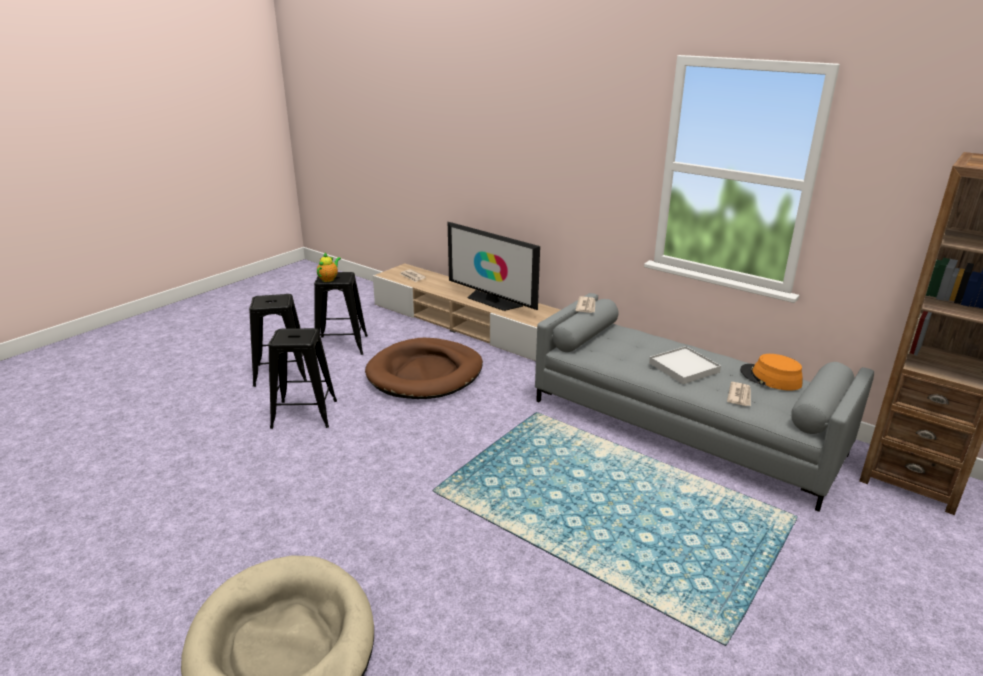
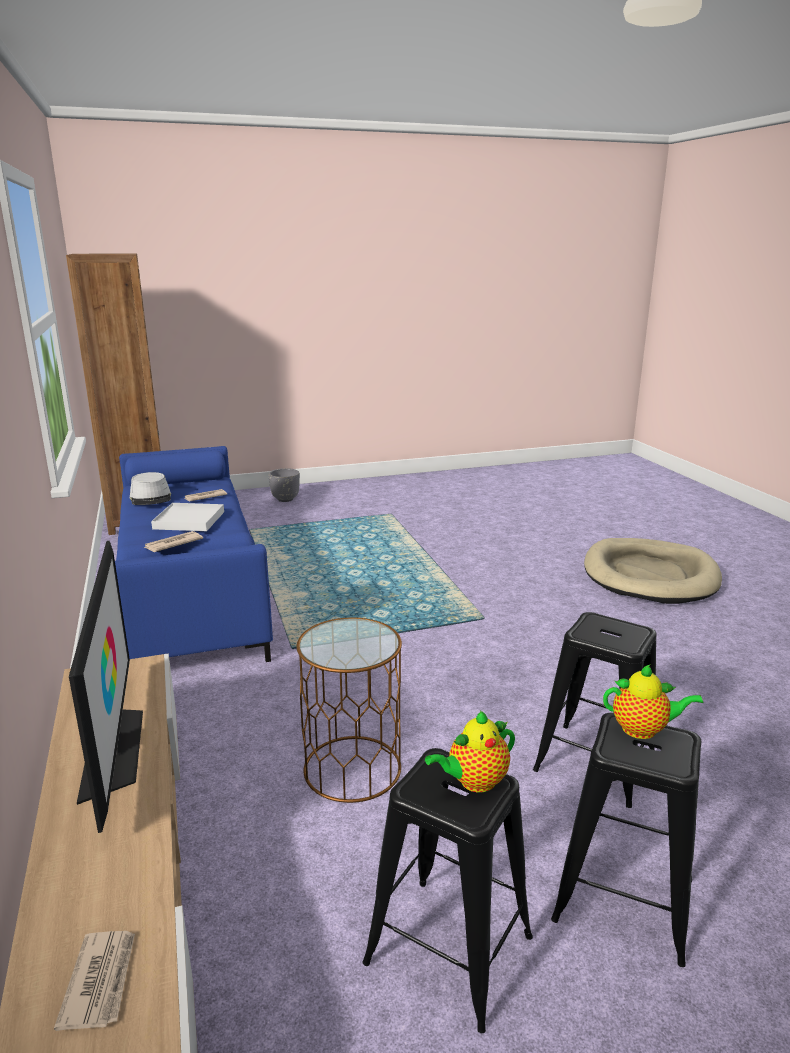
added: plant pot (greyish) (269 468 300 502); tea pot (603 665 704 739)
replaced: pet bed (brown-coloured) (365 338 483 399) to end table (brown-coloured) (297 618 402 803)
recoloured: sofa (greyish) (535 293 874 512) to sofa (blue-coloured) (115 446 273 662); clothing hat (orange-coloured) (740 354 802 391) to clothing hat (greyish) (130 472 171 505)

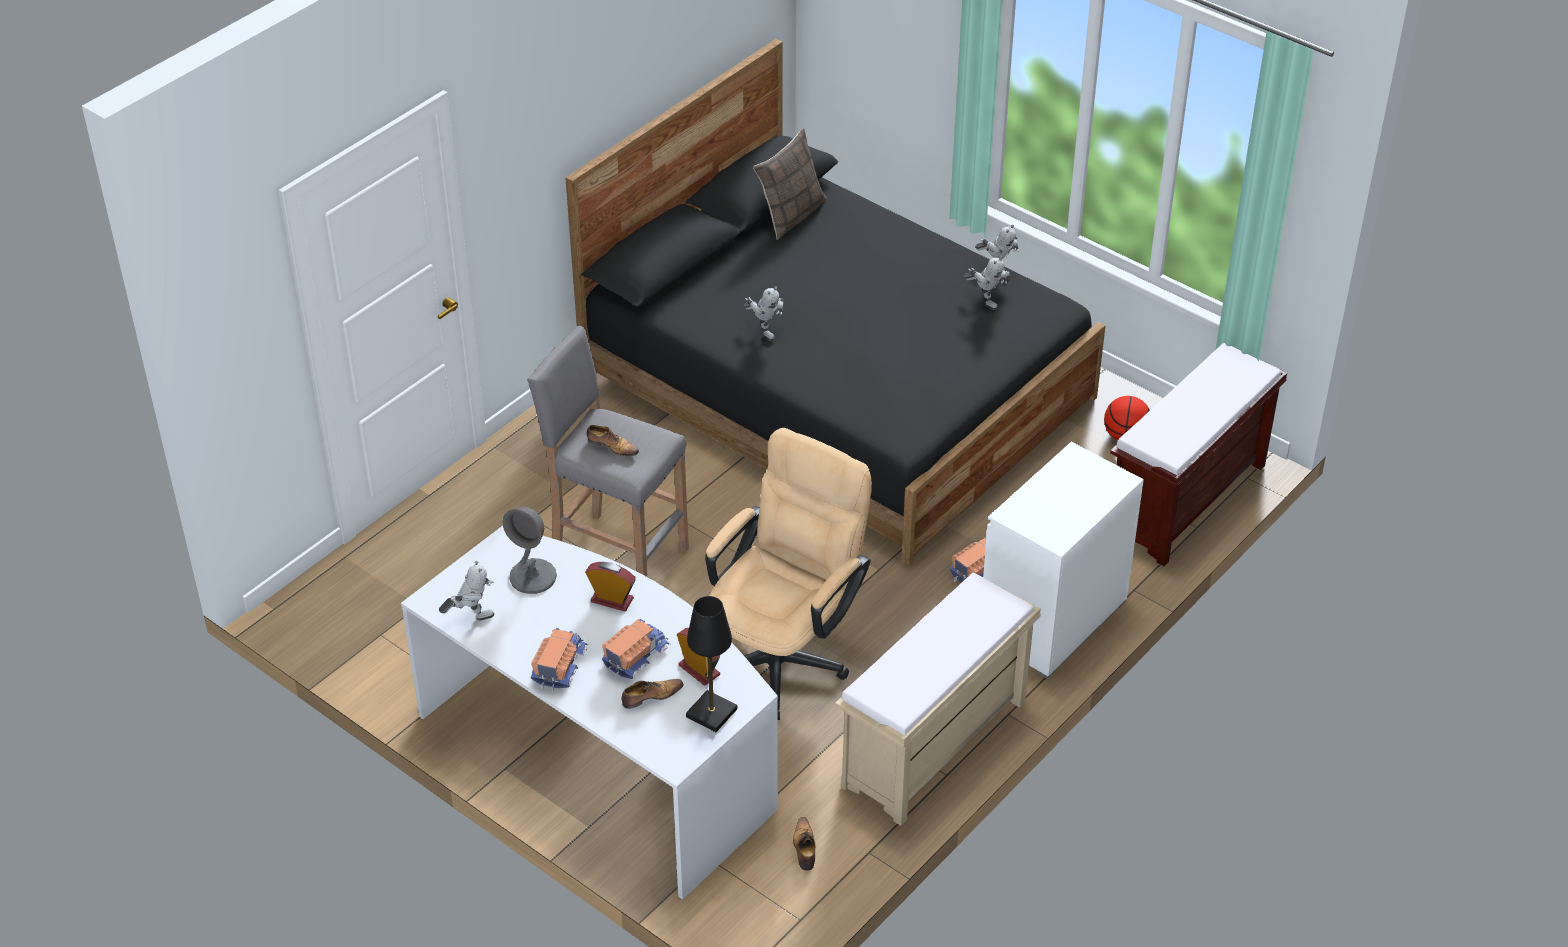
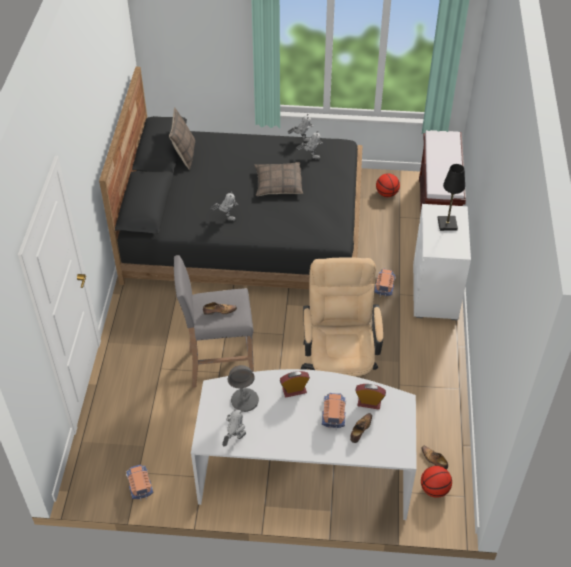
removed: bench (sand-coloured) (835 573 1041 826)
added: pillow (255 162 303 196); basketball ball (421 466 452 498)
moved: toy lorry (531 628 589 692) to (126 465 154 500); lamp for a table (black-coloured) (686 596 737 732) to (438 164 465 231)

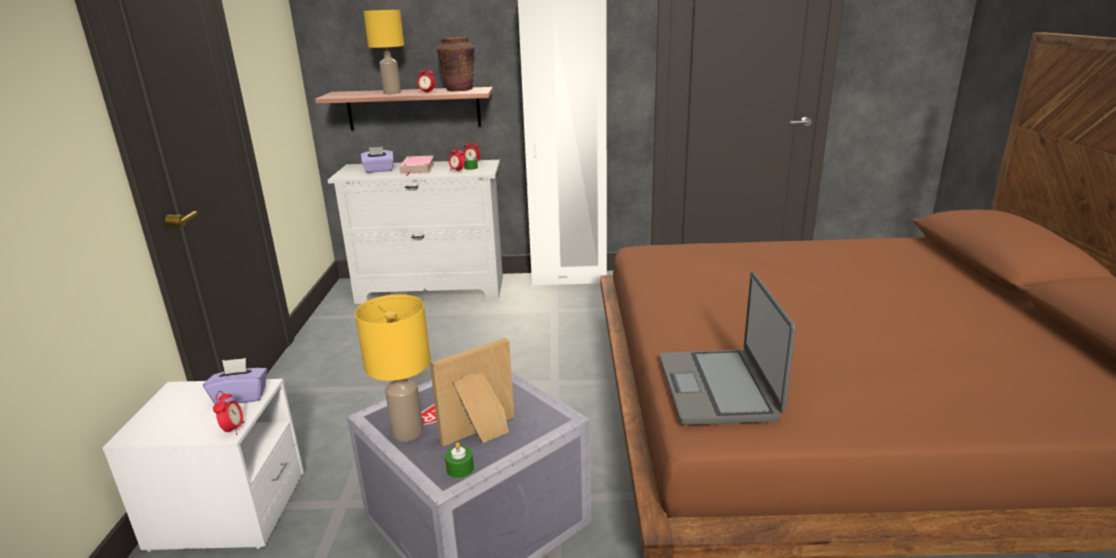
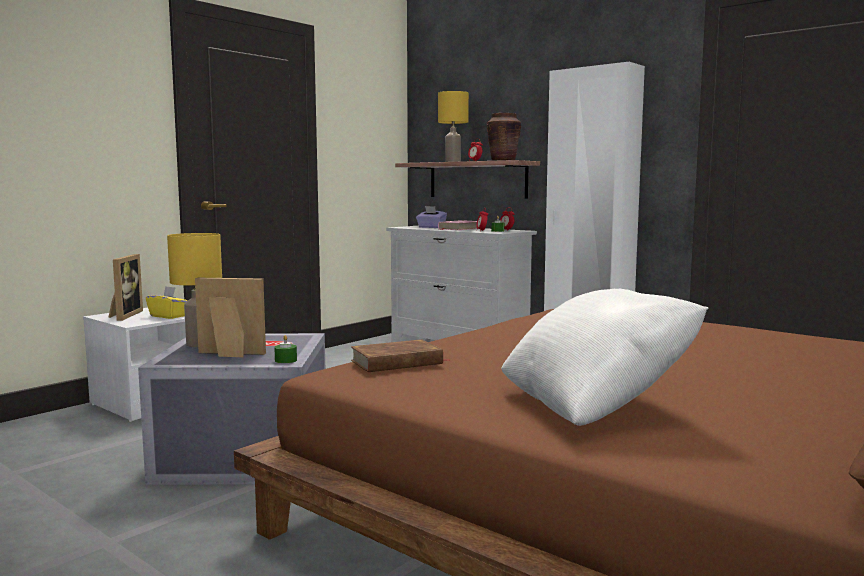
removed: alarm clock (213 391 244 435)
added: photo frame (108 254 143 321); pillow (whitish) (501 289 708 426)
moved: wax candle (green-coloured) (445 442 474 478) to (274 335 297 363)
replaced: laptop (660 271 796 425) to book (brown-coloured) (351 339 450 372)
recoloured: tissue holder (purple) (203 358 267 404) to tissue holder (yellow) (146 286 188 319)

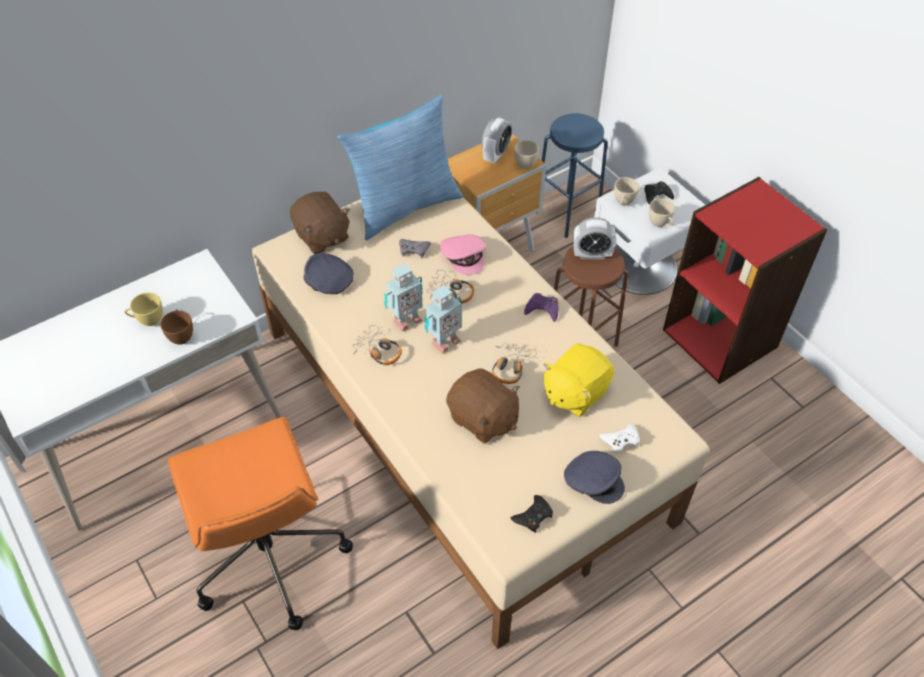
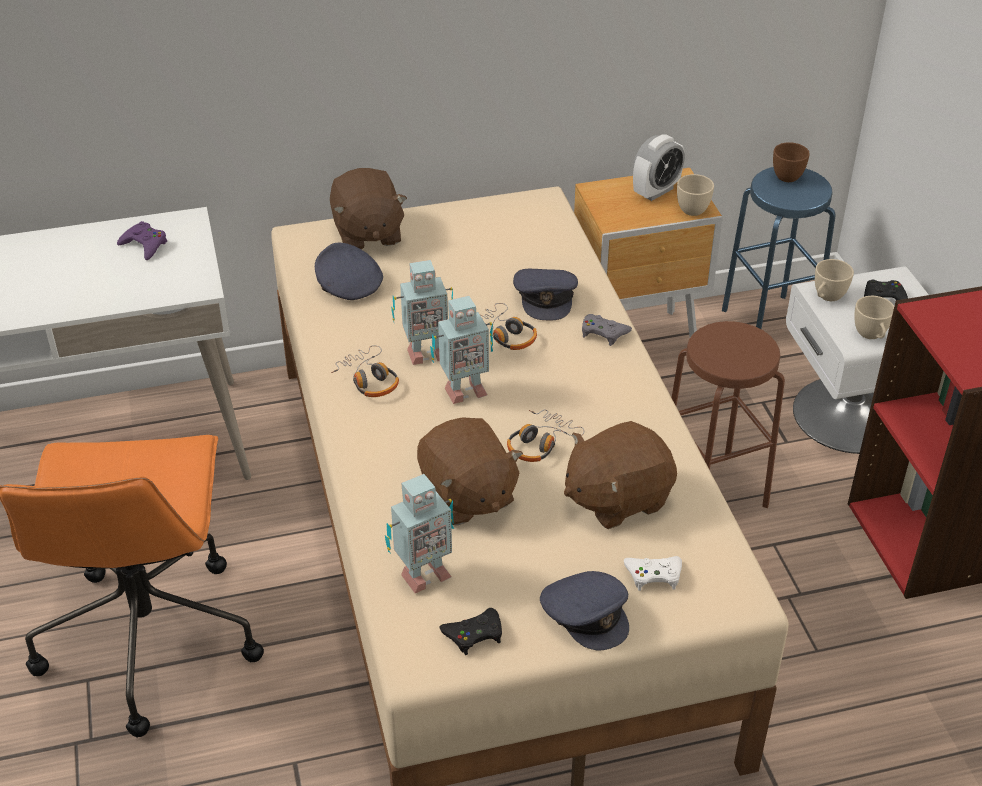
removed: drinking cup (yellow) (124 292 163 326); pillow (338 95 463 240); alarm clock (573 217 616 259)
added: toy robot (385 474 454 593)
moved: drinking cup (brown-coloured) (160 309 193 345) to (773 142 810 182); joypad (greyish) (399 239 431 259) to (582 314 632 346); joypad (purple) (524 293 558 322) to (117 221 167 260)
recoloured: baseball cap (pinkish) (440 234 486 275) to baseball cap (greyish) (513 269 578 320); cuddly toy (yellow) (543 343 614 417) to cuddly toy (brown-coloured) (564 421 677 529)

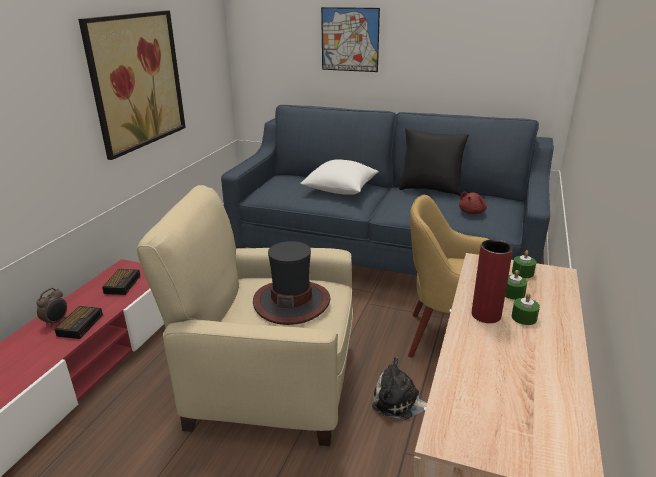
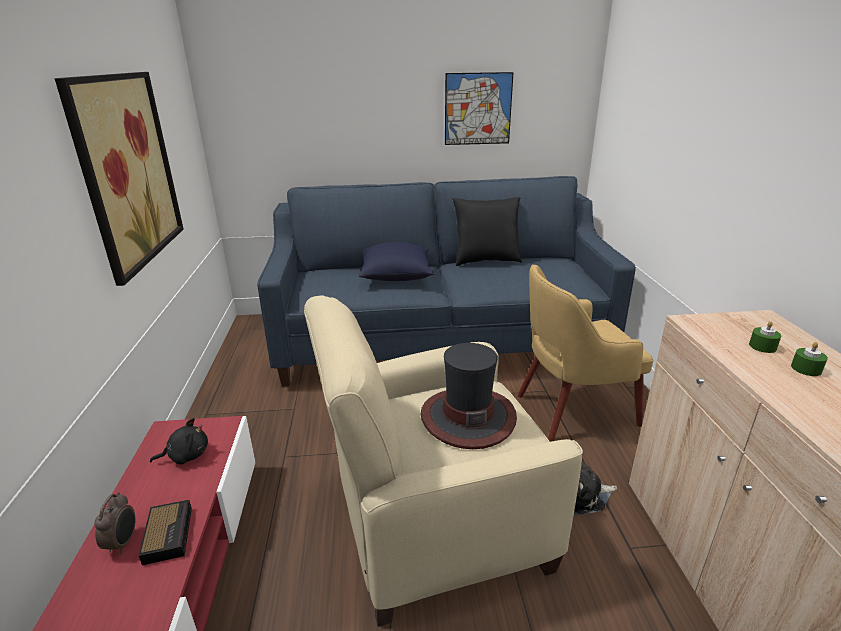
removed: cuddly toy (reddish) (459 191 487 214); decorative vase (reddish) (472 239 513 323); wax candle (green-coloured) (512 250 536 278)
moved: wall art (321 7 380 72) to (445 72 514 145)
replaced: alarm clock (102 269 140 295) to cuddly toy (black-coloured) (150 418 208 465)
recoloured: pillow (whitish) (300 159 379 195) to pillow (blue-coloured) (359 242 434 281)

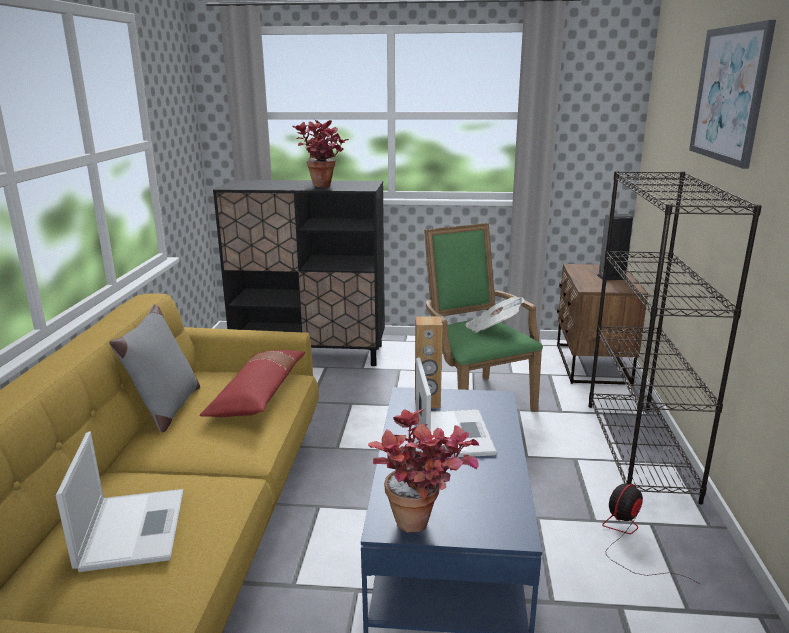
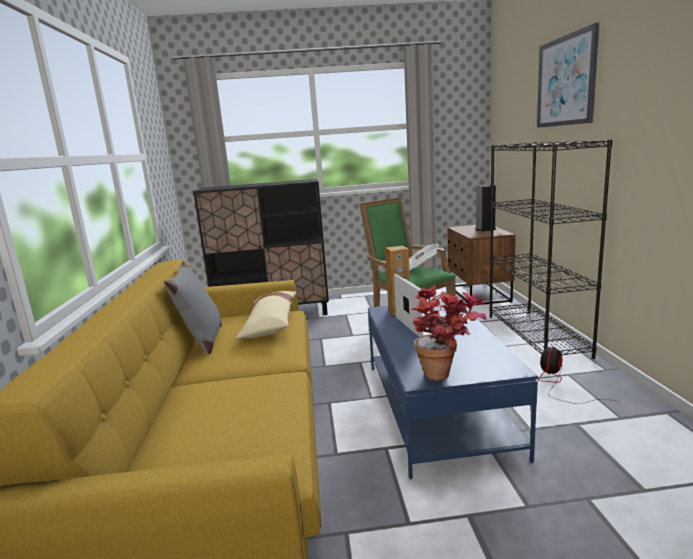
removed: laptop (56 431 183 572); plant in a pot (292 120 349 187)
recoloured: pillow (reddish) (200 350 305 417) to pillow (sand-coloured) (236 291 297 338)

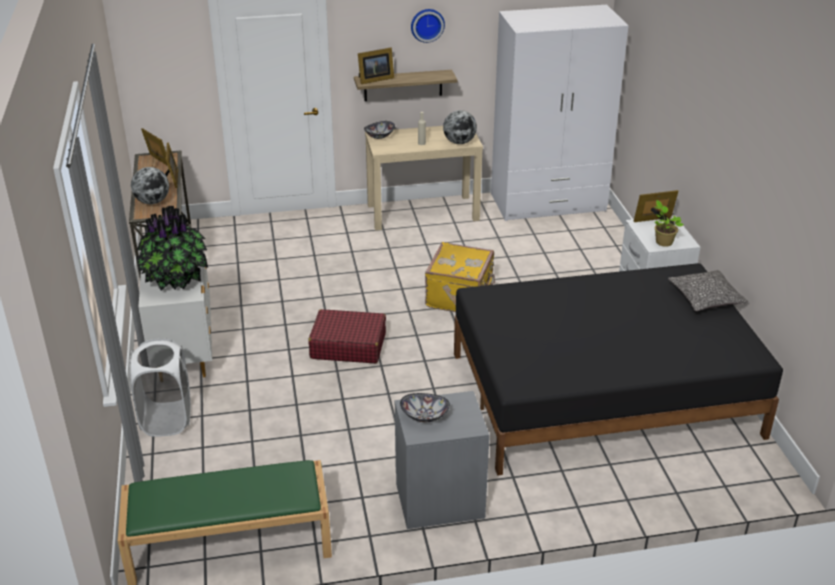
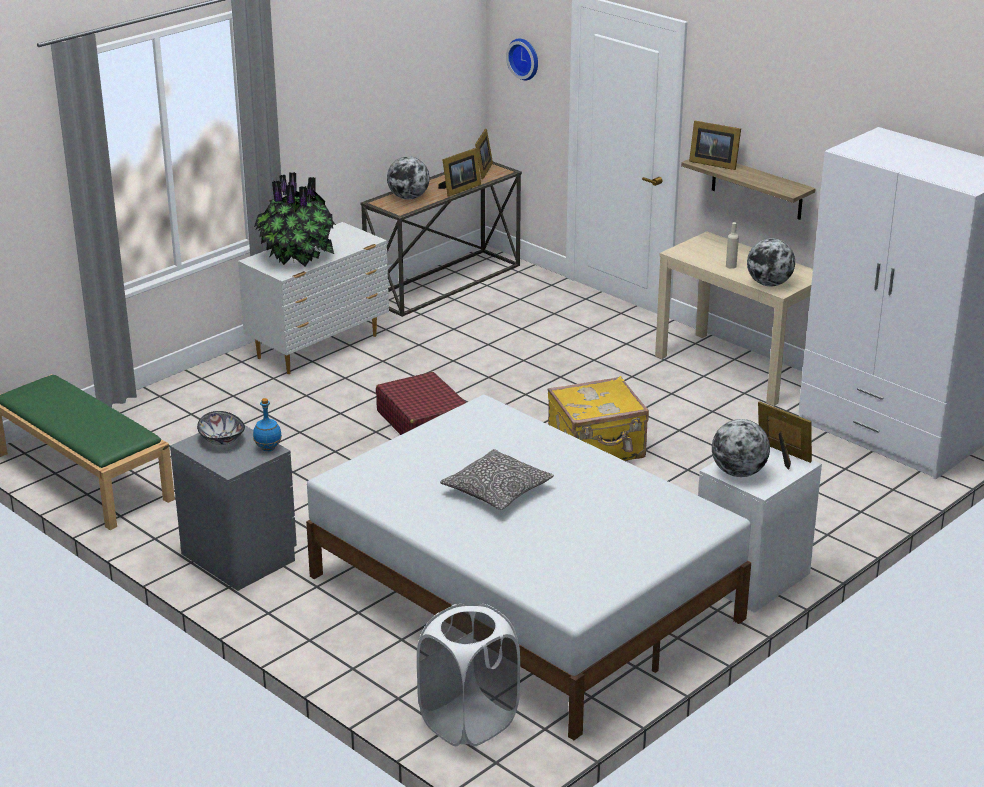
removed: bowl (364 121 395 139)
added: beverage bottle (blue-coloured) (253 398 282 451)
moved: washing basket (whitish) (129 339 191 437) to (417 604 520 746); clock on the wall (411 9 445 43) to (506 38 538 80); pillow (668 270 749 311) to (440 449 554 510)
replaced: plant in a pot (654 200 684 247) to world globe (712 419 770 477)
recoloured: sleeping bed (black-coloured) (454 263 783 476) to sleeping bed (whitish) (306 395 751 740)

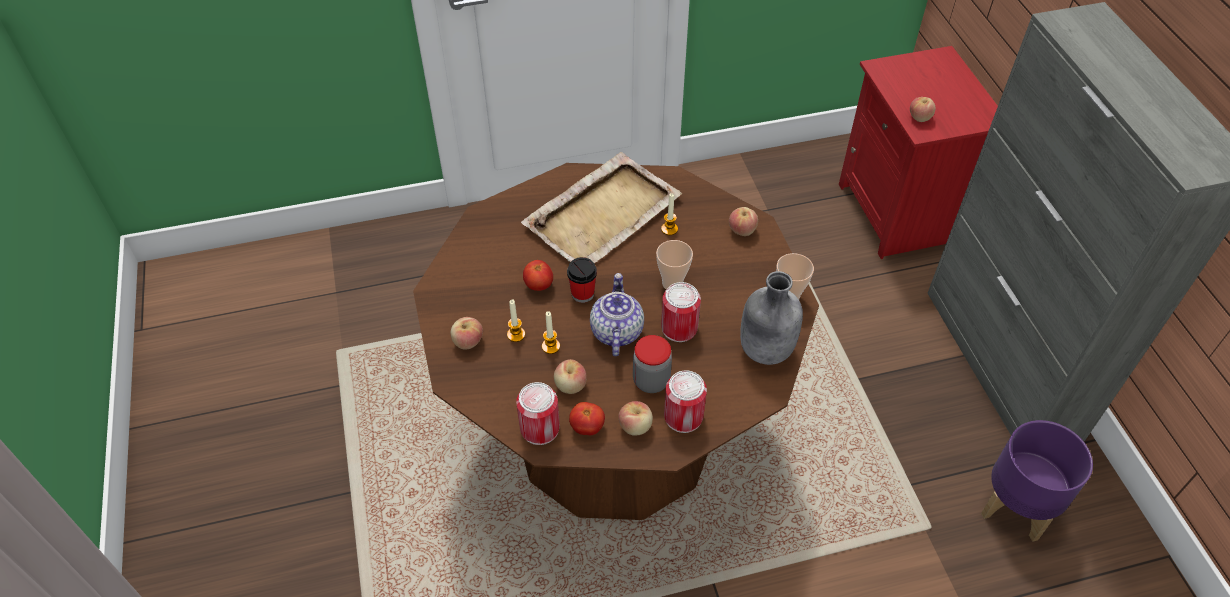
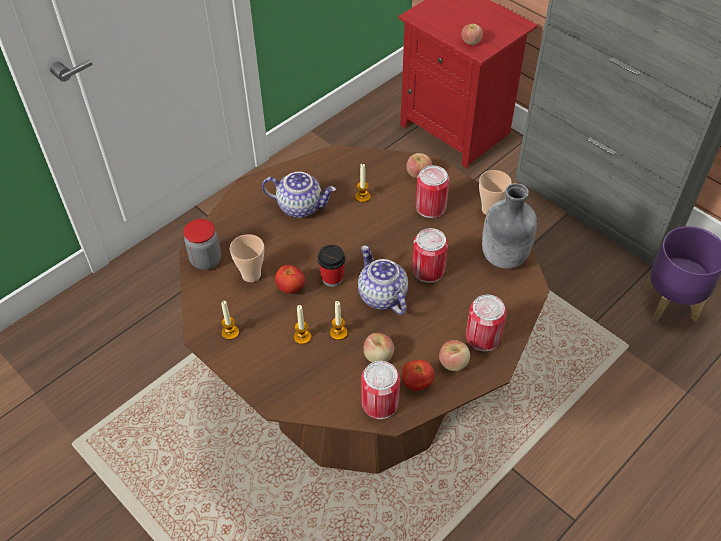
removed: apple (451 317 483 350)
added: wax candle (221 301 239 340); metal can (415 166 449 218)
moved: jar (633 335 672 393) to (184 219 221 270); drinking cup (656 240 693 290) to (230 234 264 282)
replaced: carrying tray (sand-coloured) (521 152 682 263) to tea pot (262 172 336 218)

